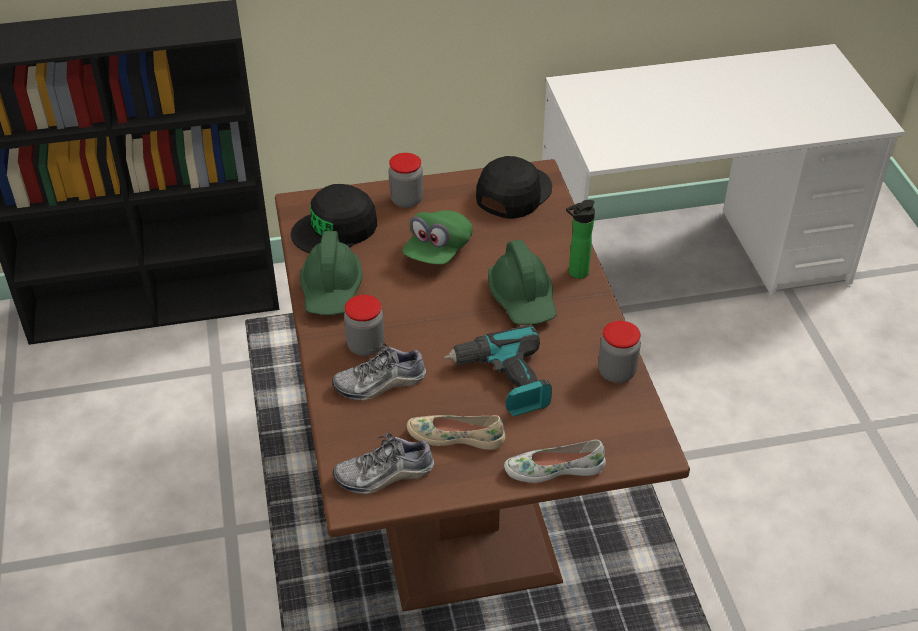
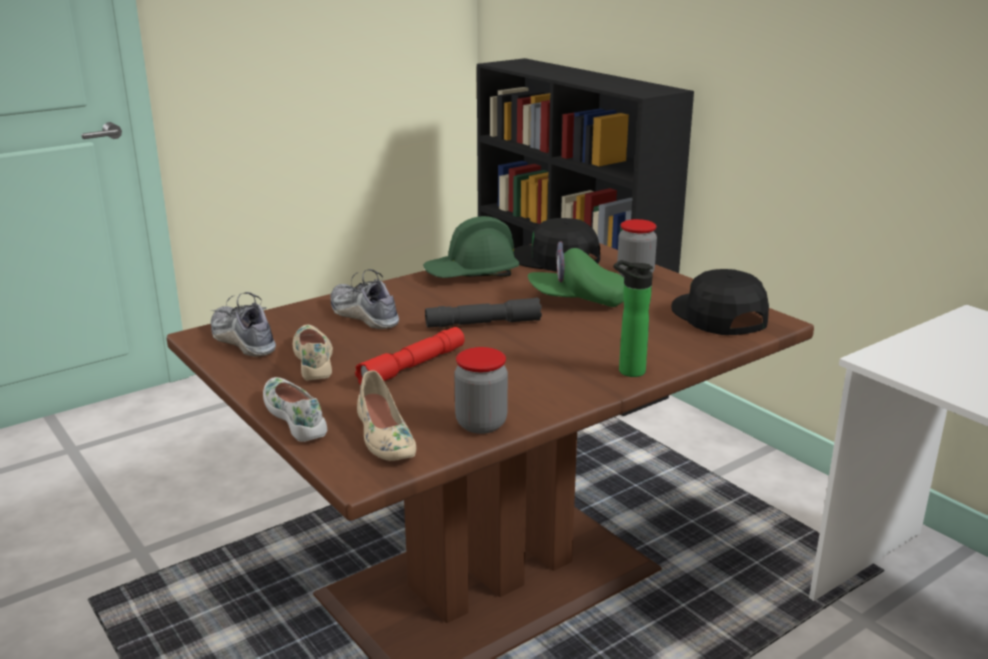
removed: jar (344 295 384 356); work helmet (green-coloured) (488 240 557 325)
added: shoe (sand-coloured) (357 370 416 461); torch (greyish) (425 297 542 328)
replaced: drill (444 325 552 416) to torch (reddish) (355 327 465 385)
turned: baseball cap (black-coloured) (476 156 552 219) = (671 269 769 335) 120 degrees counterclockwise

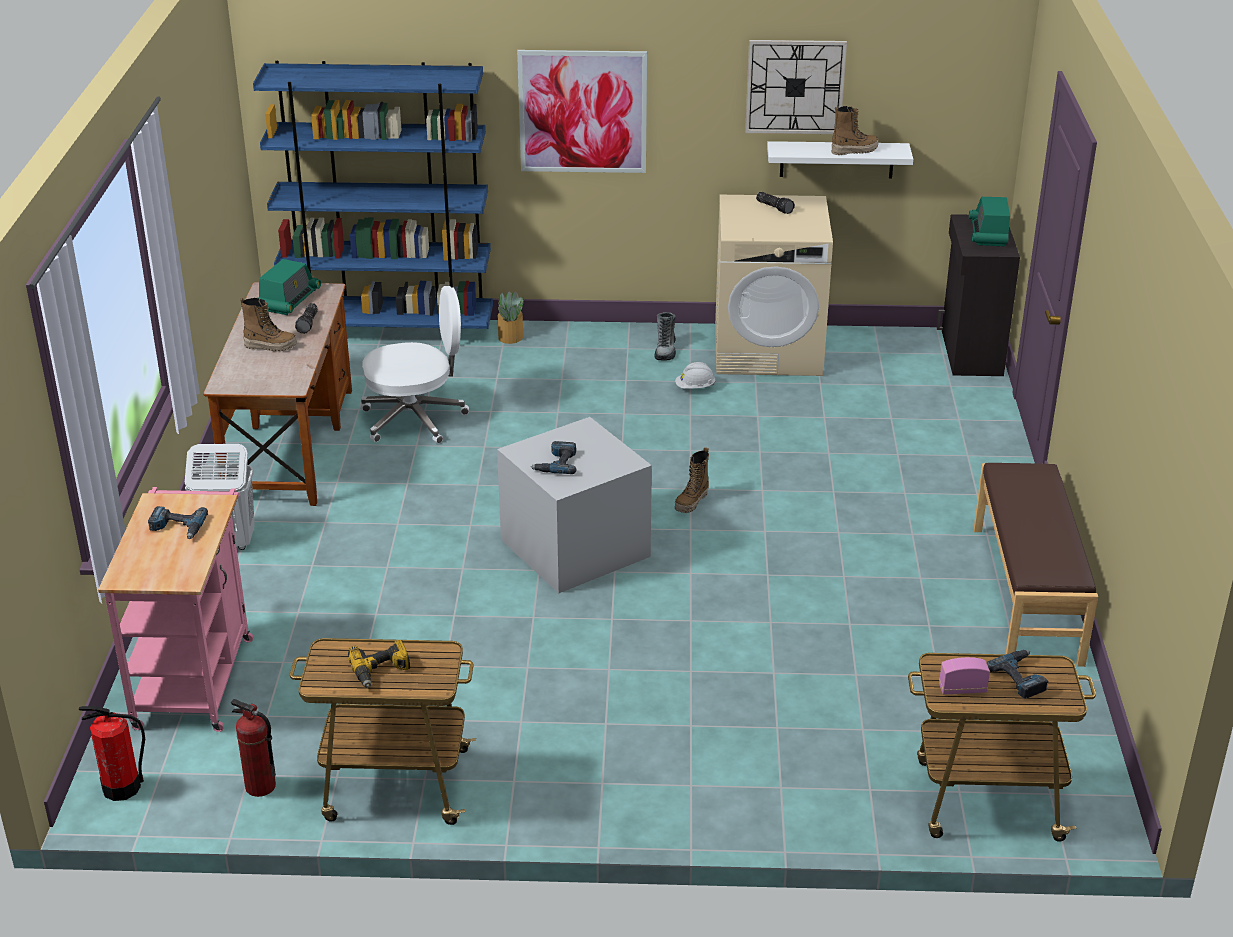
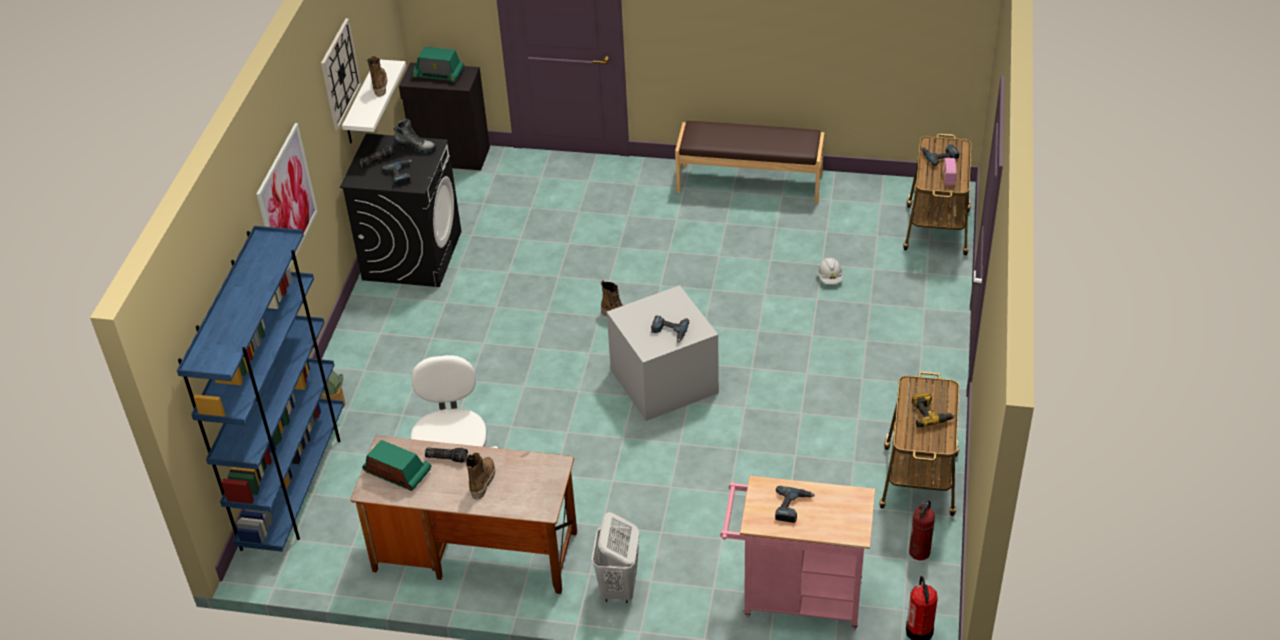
added: drill (382 160 412 187)
moved: tall boot (654 312 676 361) to (393 119 436 154); work helmet (whitish) (675 362 716 389) to (817 257 843 284)
recoloured: laundry machine (sand-coloured) (715 195 833 376) to laundry machine (black-coloured) (340 134 461 287)

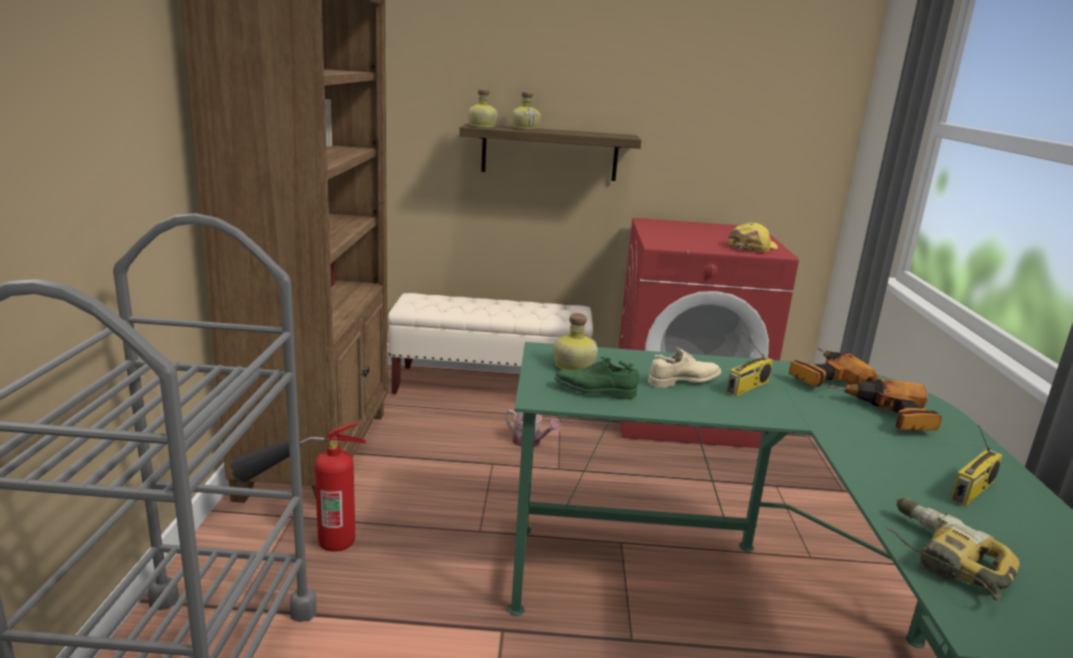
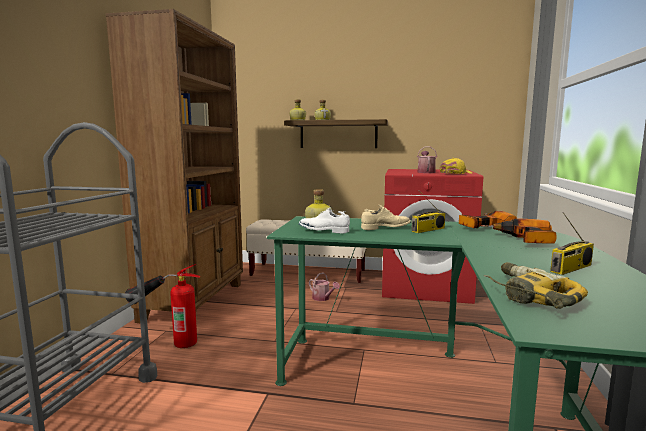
added: watering pot (417 147 437 173)
recoloured: shoe (green-coloured) (554 357 639 399) to shoe (whitish) (298 208 350 234)

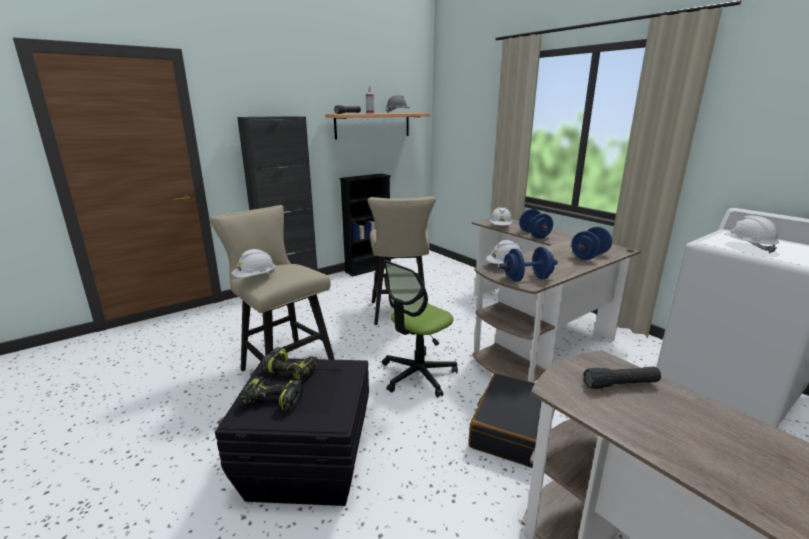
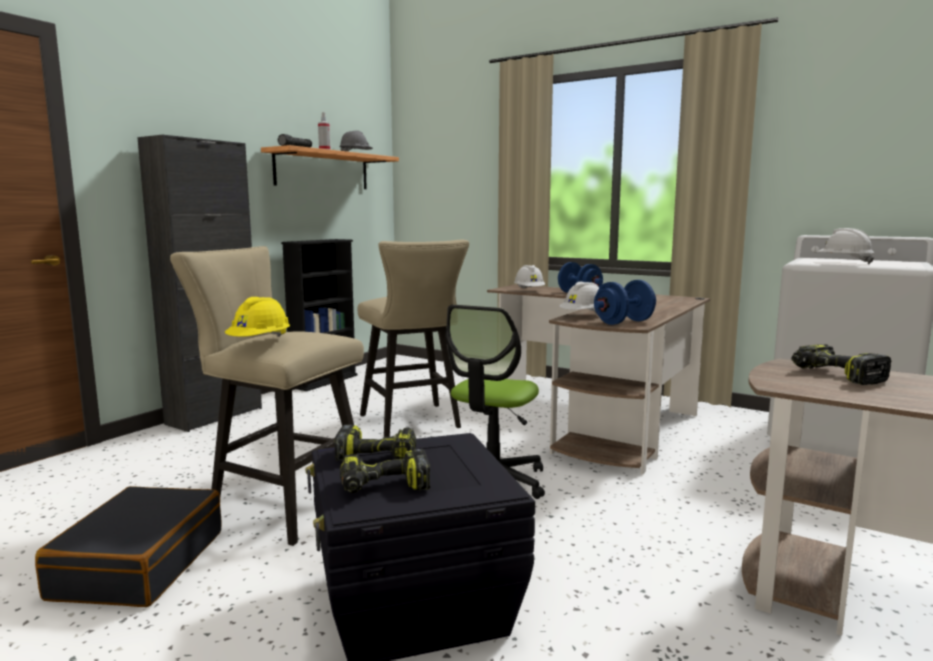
removed: dumbbell (blue-coloured) (571 227 612 260)
moved: suitcase (black-coloured) (469 373 555 468) to (35 486 222 607)
replaced: torch (black-coloured) (583 367 661 389) to drill (791 344 891 385)
recoloured: work helmet (whitish) (232 249 275 278) to work helmet (yellow) (225 297 290 337)

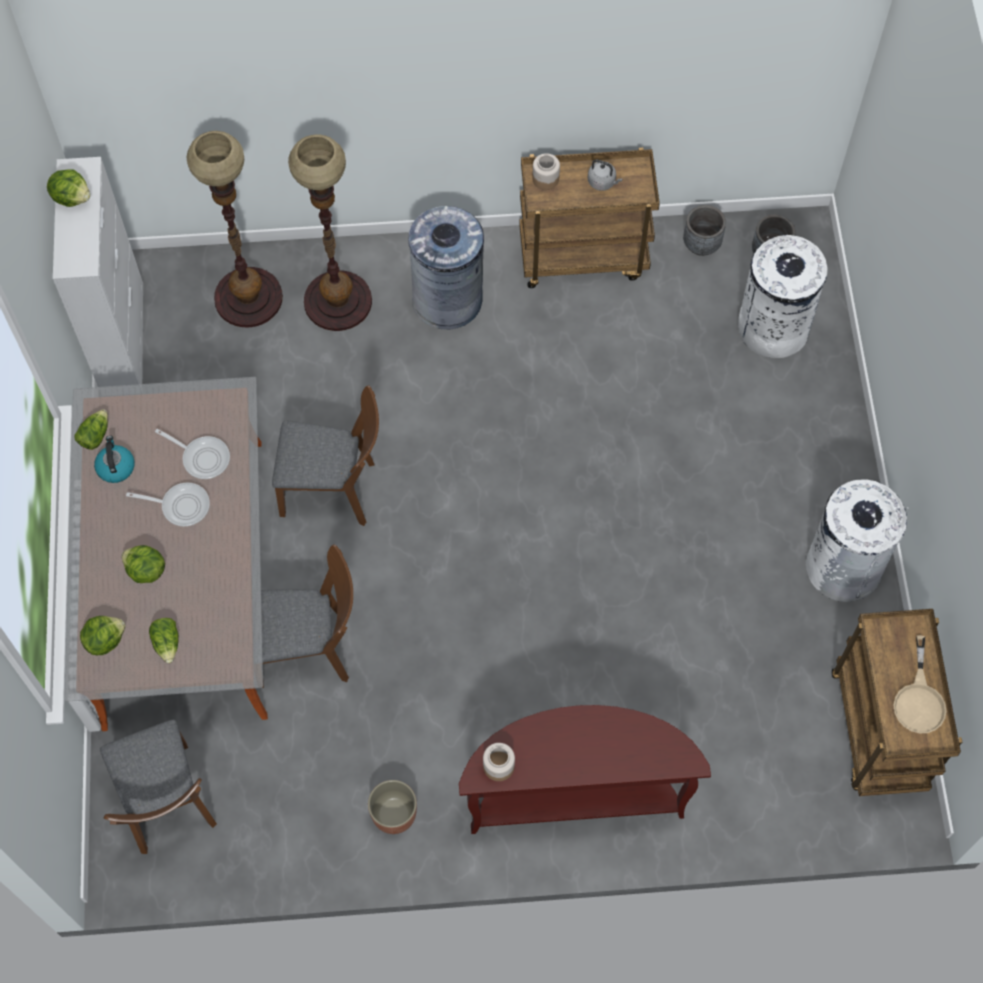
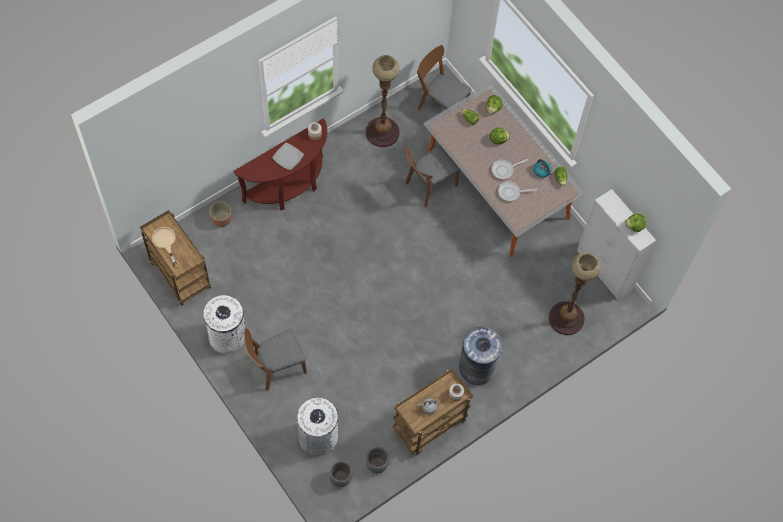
added: dinner plate (272 142 304 170)
moved: chair (brown-coloured) (272 385 379 526) to (243 328 307 391); standard lamp (288 135 372 331) to (366 55 400 147); plant pot (368 780 417 834) to (209 201 232 227)

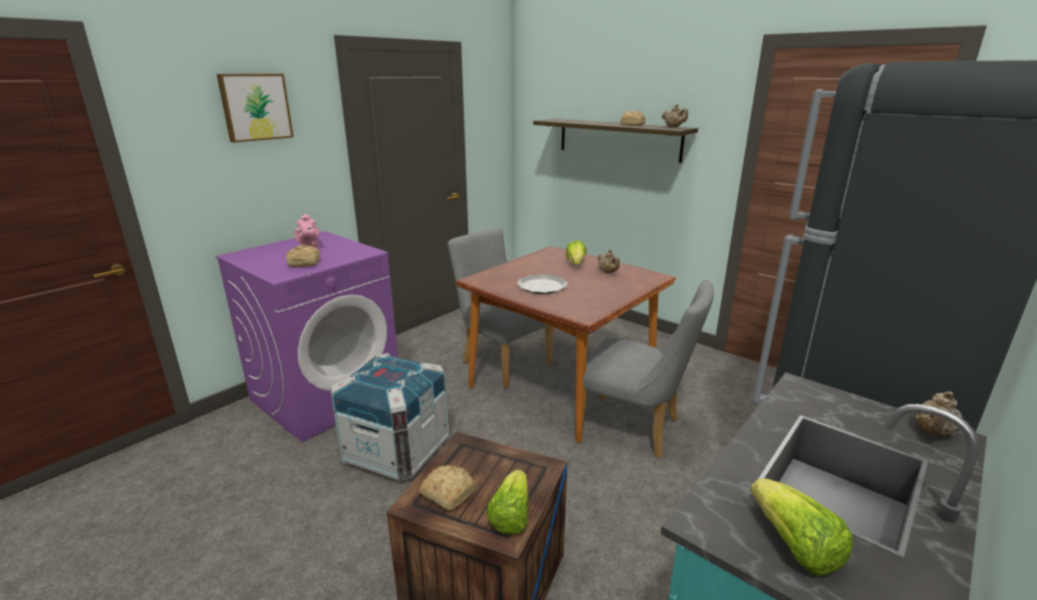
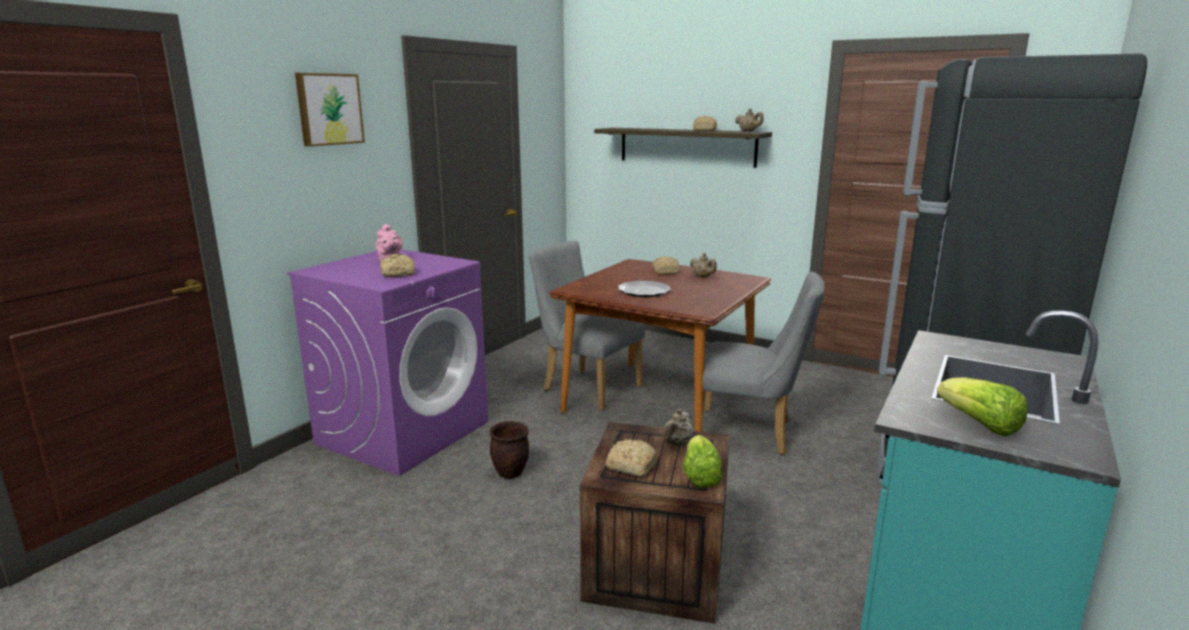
moved: tea pot (sand-coloured) (915 391 963 437) to (663 409 693 446)
replaced: packing crate (330 353 449 481) to plant pot (brown-coloured) (490 421 529 479); lettuce (565 240 587 265) to bakery bread (652 256 679 274)

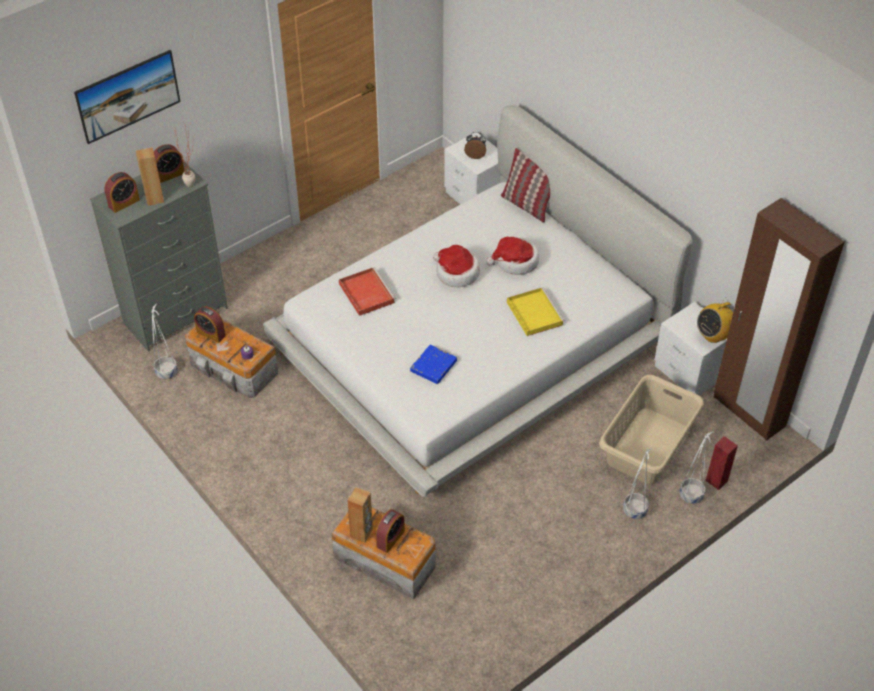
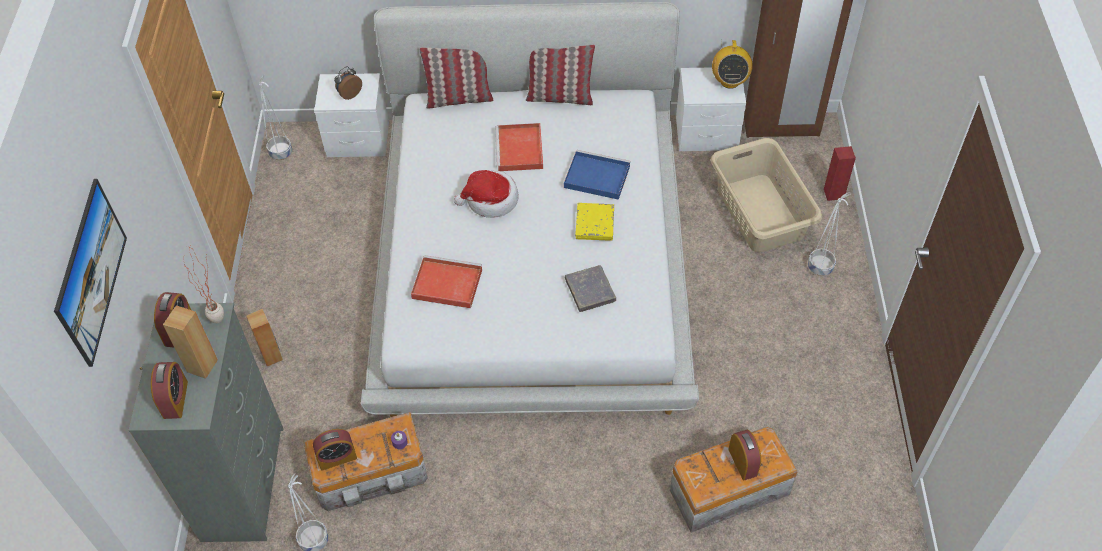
added: pillow (526 44 595 105); book (yellow) (575 203 614 241)
moved: audio speaker (brown-coloured) (347 487 373 543) to (246 309 283 367); plant pot (whitish) (680 432 714 504) to (259 74 292 160)
replaced: clothing hat (486 237 539 275) to carrying tray (reddish) (495 123 543 171)
recoloured: book (blue-coloured) (410 345 457 384) to book (greyish) (565 265 616 312); carrying tray (yellow) (507 287 565 336) to carrying tray (blue-coloured) (564 150 630 200)

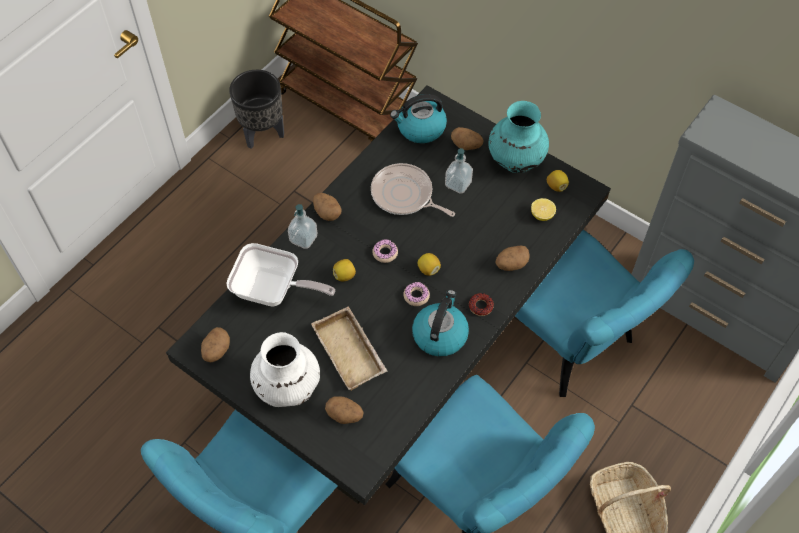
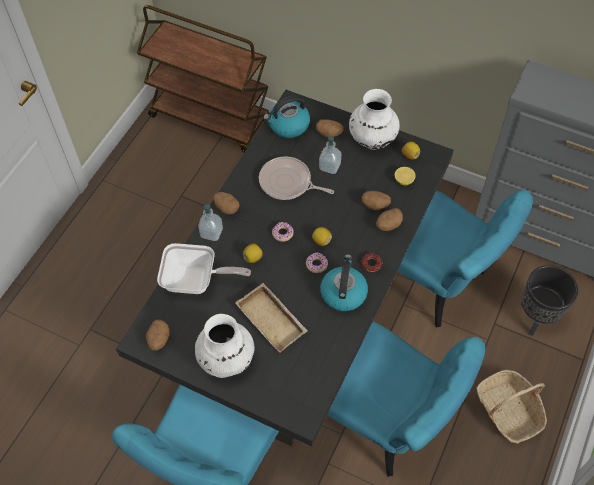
moved: plant pot (black-coloured) (229 70 284 149) to (521 265 578 336); potato (325 396 364 424) to (362 191 391 210)
recoloured: decorative vase (blue-green) (488 101 549 173) to decorative vase (whitish) (349 89 399 150)

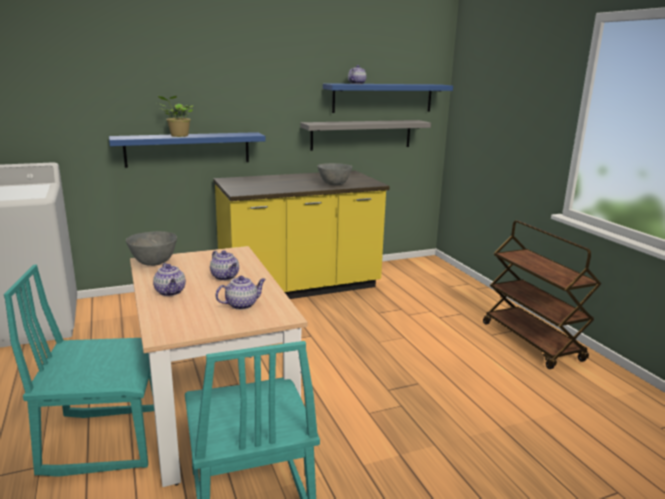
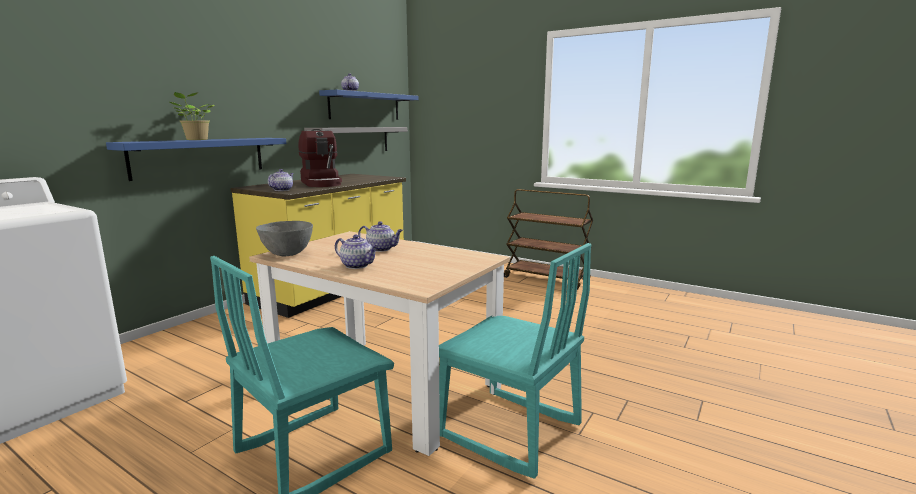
removed: bowl (greyish) (318 163 352 186)
added: coffee machine (298 129 342 187)
moved: tea pot (216 276 266 310) to (268 169 294 191)

